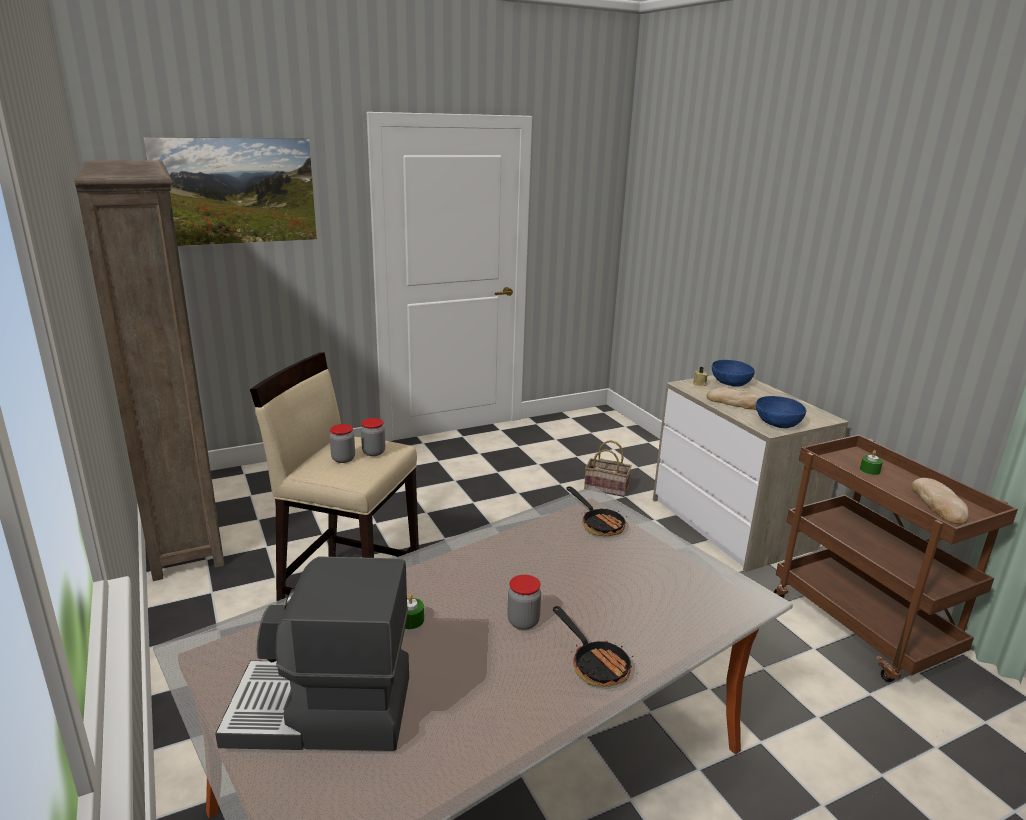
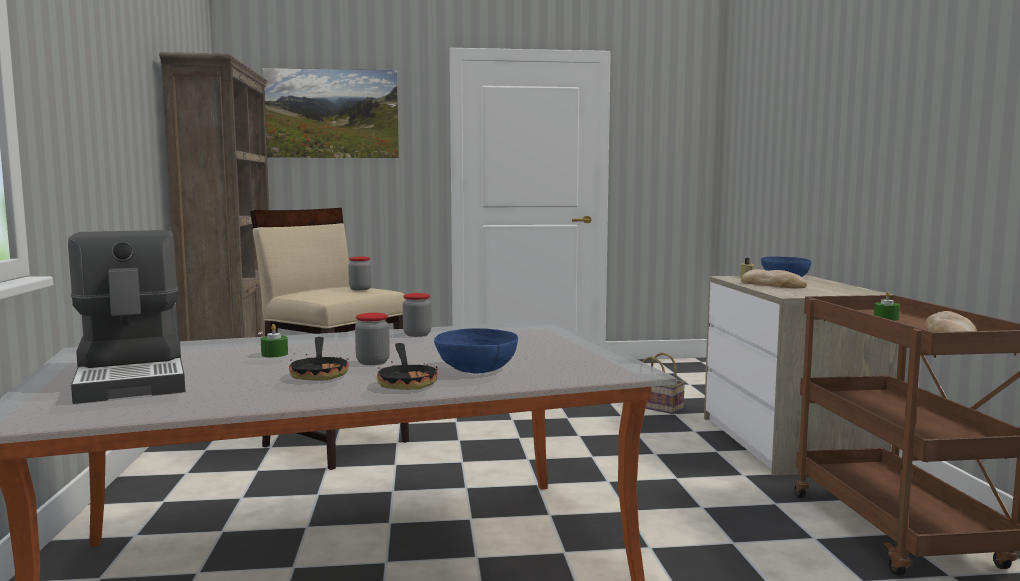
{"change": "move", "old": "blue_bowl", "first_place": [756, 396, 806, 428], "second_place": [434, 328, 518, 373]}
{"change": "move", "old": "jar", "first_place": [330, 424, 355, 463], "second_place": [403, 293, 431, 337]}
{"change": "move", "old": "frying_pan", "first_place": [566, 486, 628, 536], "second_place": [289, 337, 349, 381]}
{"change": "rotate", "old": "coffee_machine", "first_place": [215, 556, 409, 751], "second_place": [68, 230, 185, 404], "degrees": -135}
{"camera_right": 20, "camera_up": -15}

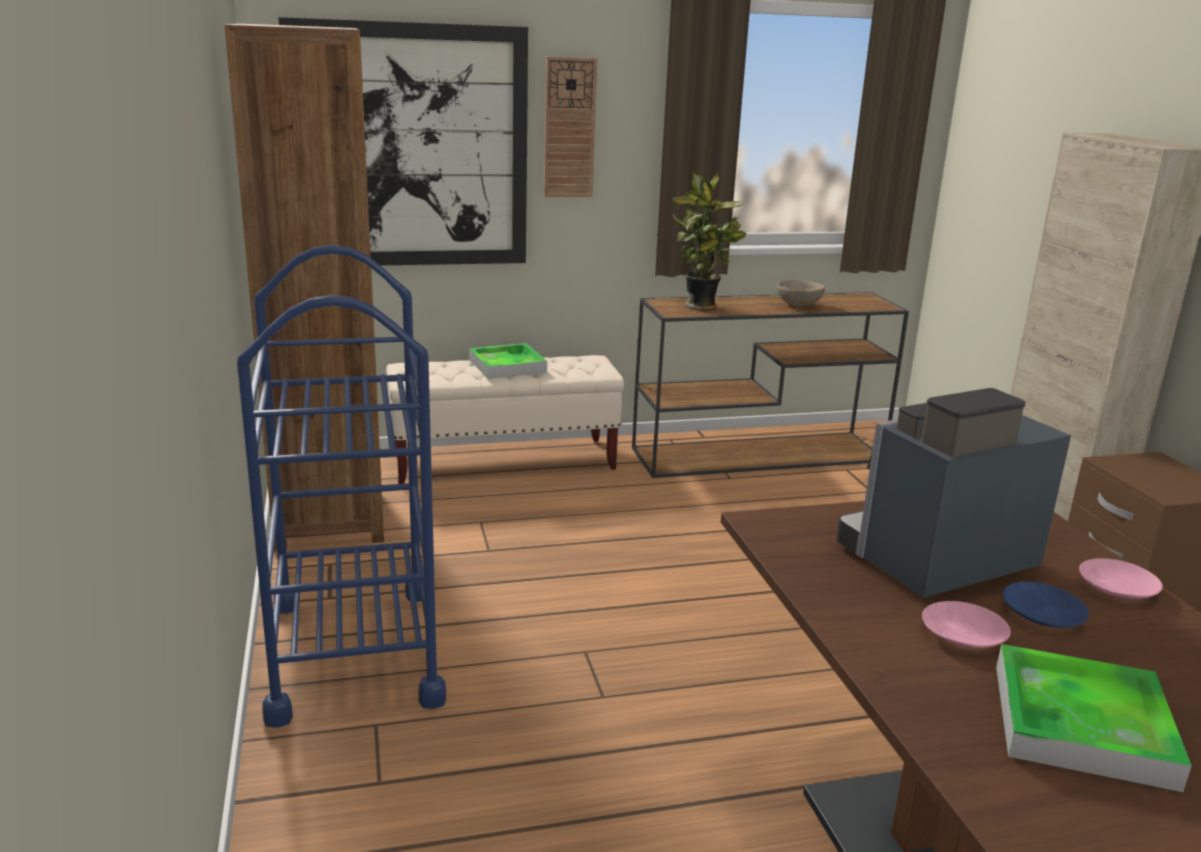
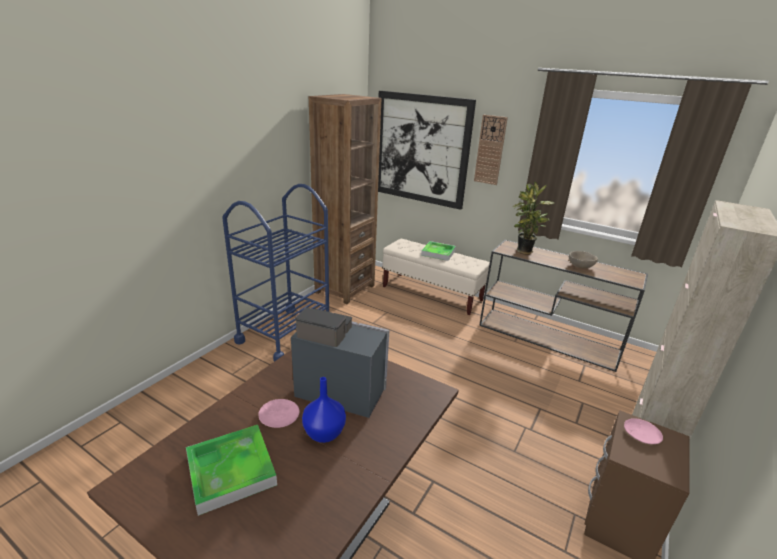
{"change": "move", "old": "pink_plate", "first_place": [1079, 558, 1163, 599], "second_place": [624, 418, 663, 444]}
{"change": "replace", "old": "blue_plate", "new": "blue_vase", "first_place": [1003, 582, 1089, 628], "second_place": [302, 377, 346, 443]}
{"camera_right": 45, "camera_up": 5}

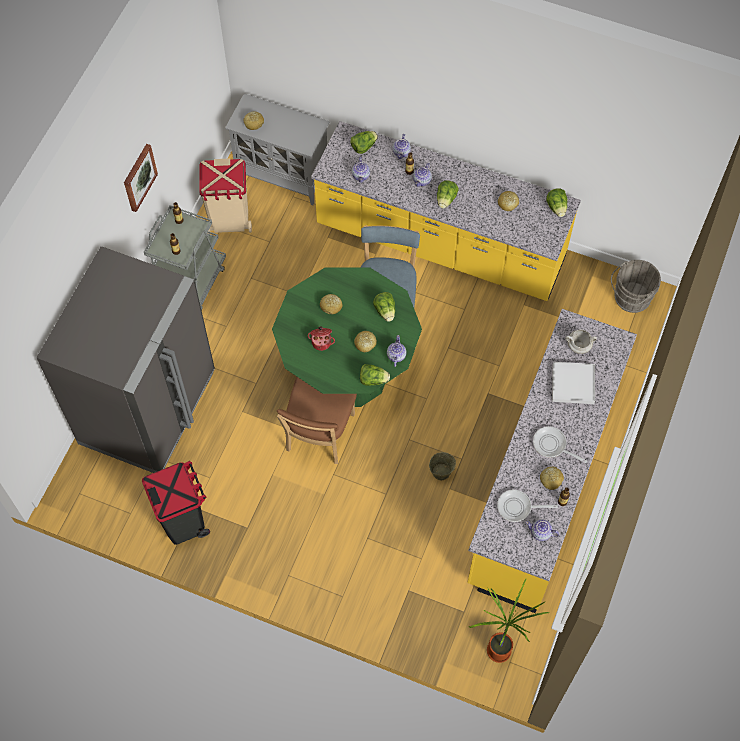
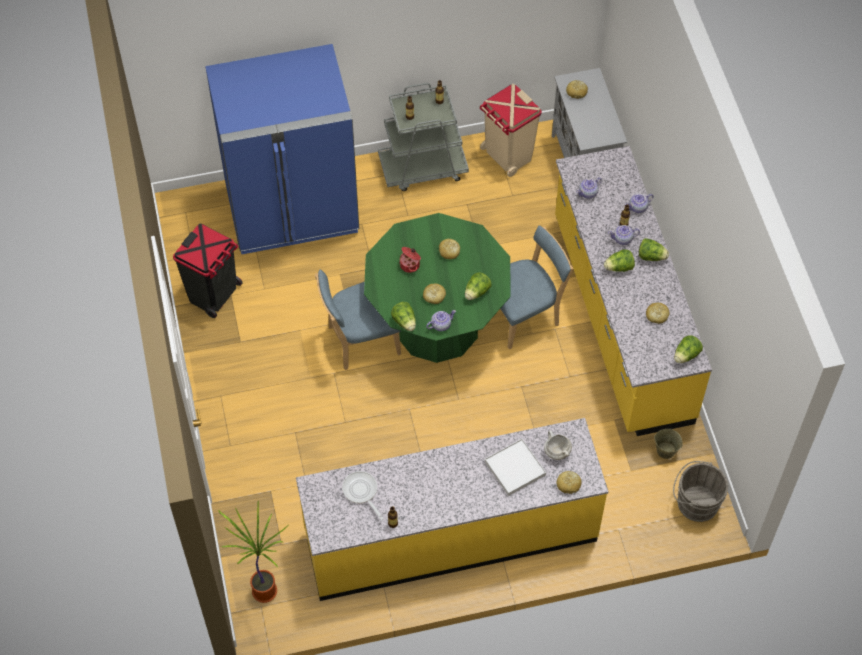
{"change": "move", "old": "lettuce", "first_place": [350, 131, 378, 154], "second_place": [639, 238, 669, 261]}
{"change": "delete", "old": "picture", "first_place": [124, 144, 158, 212]}
{"change": "recolor", "old": "grey_fridge", "new": "blue_fridge", "first_place": [36, 246, 215, 473], "second_place": [205, 44, 359, 255]}
{"change": "recolor", "old": "brown_chair", "new": "blue_chair", "first_place": [277, 377, 357, 464], "second_place": [315, 269, 401, 370]}
{"change": "delete", "old": "frying_pan", "first_place": [533, 426, 587, 463]}
{"change": "move", "old": "beige_bucket", "first_place": [429, 452, 456, 480], "second_place": [654, 428, 683, 459]}
{"change": "move", "old": "bread", "first_place": [540, 467, 564, 490], "second_place": [557, 471, 581, 494]}
{"change": "delete", "old": "teapot", "first_place": [526, 519, 559, 541]}
{"camera_right": 55, "camera_up": -5}

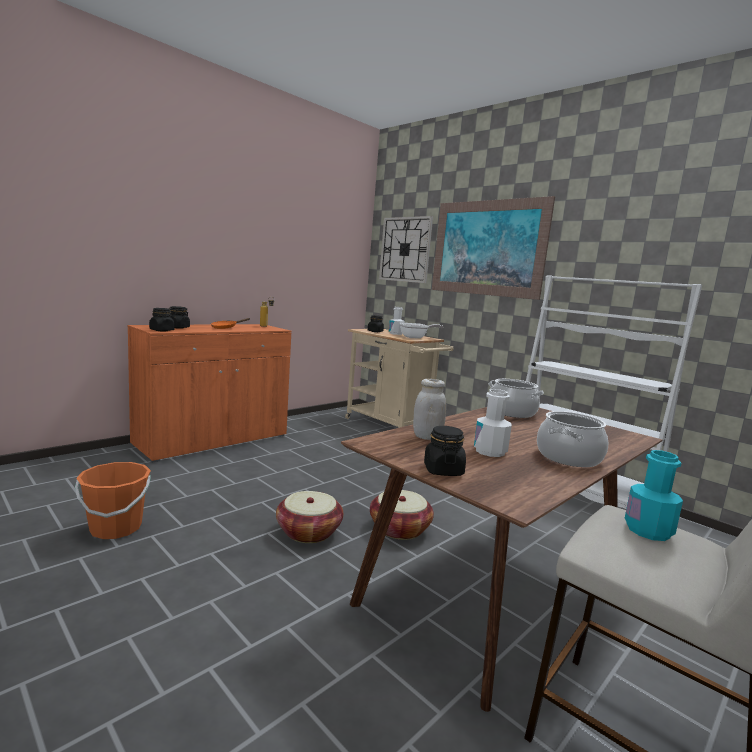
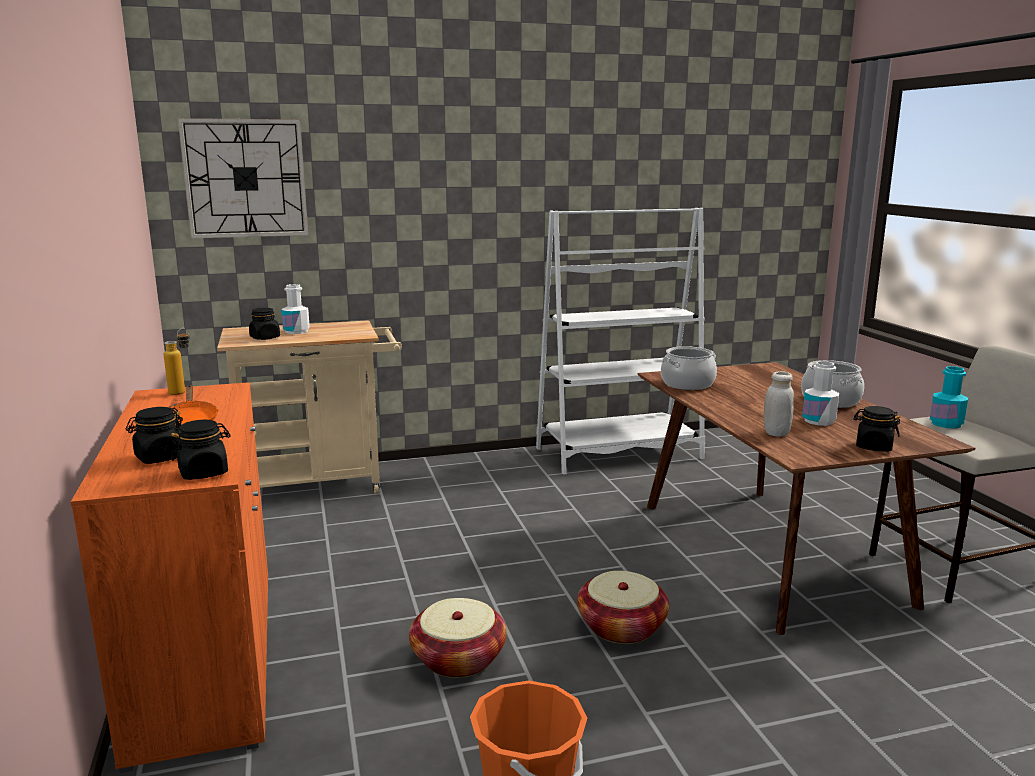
{"change": "delete", "old": "picture", "first_place": [432, 196, 555, 300]}
{"change": "delete", "old": "frying_pan", "first_place": [399, 323, 443, 339]}
{"change": "move", "old": "basket", "first_place": [370, 490, 434, 540], "second_place": [409, 598, 507, 678]}
{"camera_right": -60, "camera_up": 5}

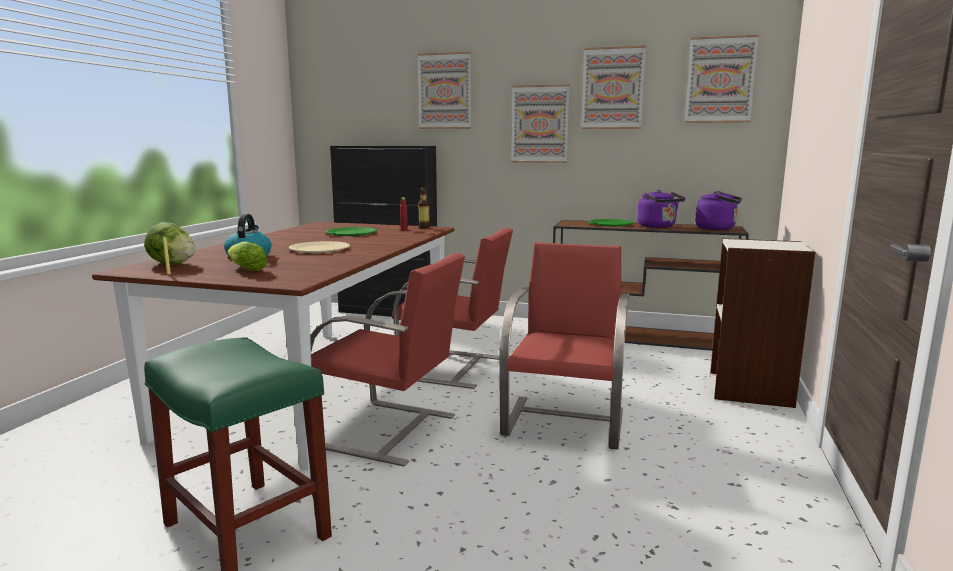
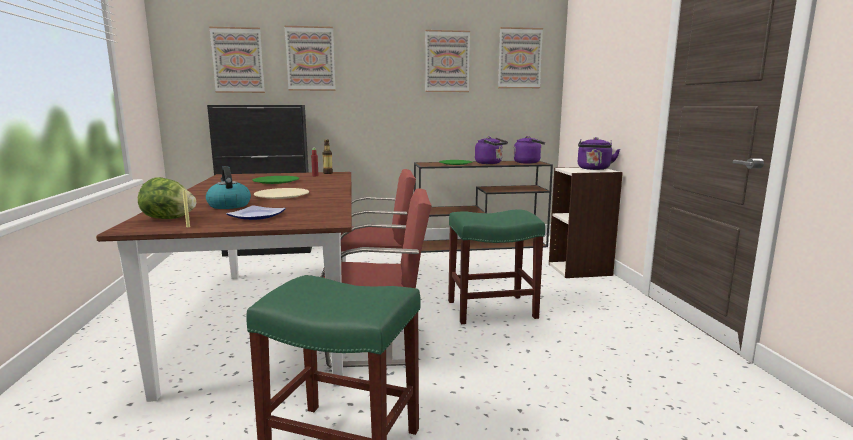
{"change": "move", "old": "picture", "first_place": [511, 84, 570, 163], "second_place": [209, 27, 265, 93]}
{"change": "replace", "old": "lettuce", "new": "plate", "first_place": [227, 242, 268, 271], "second_place": [226, 205, 286, 220]}
{"change": "replace", "old": "red_chair", "new": "green_stool", "first_place": [499, 242, 629, 450], "second_place": [448, 210, 545, 324]}
{"change": "insert", "new": "purple_kettle", "second_place": [578, 137, 620, 170]}
{"camera_right": -25, "camera_up": 0}

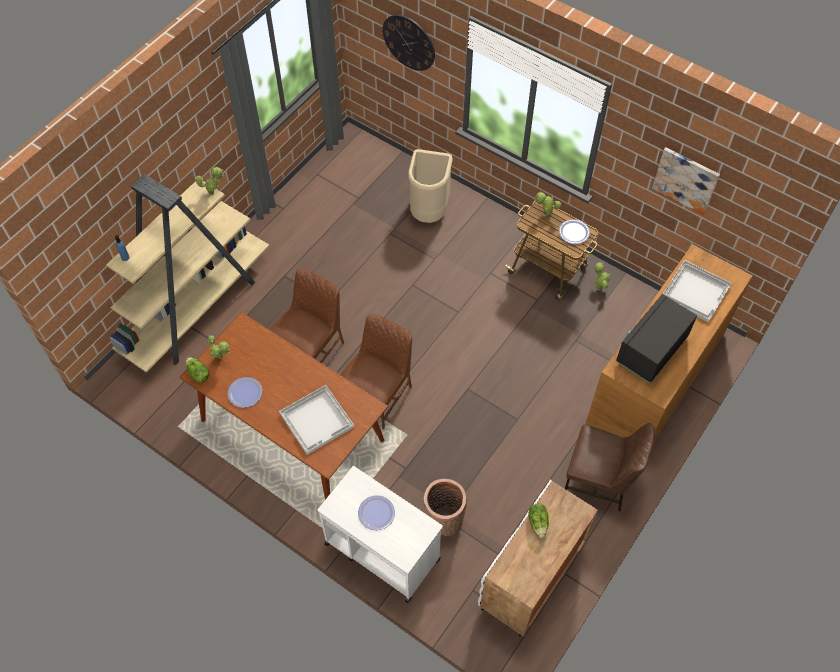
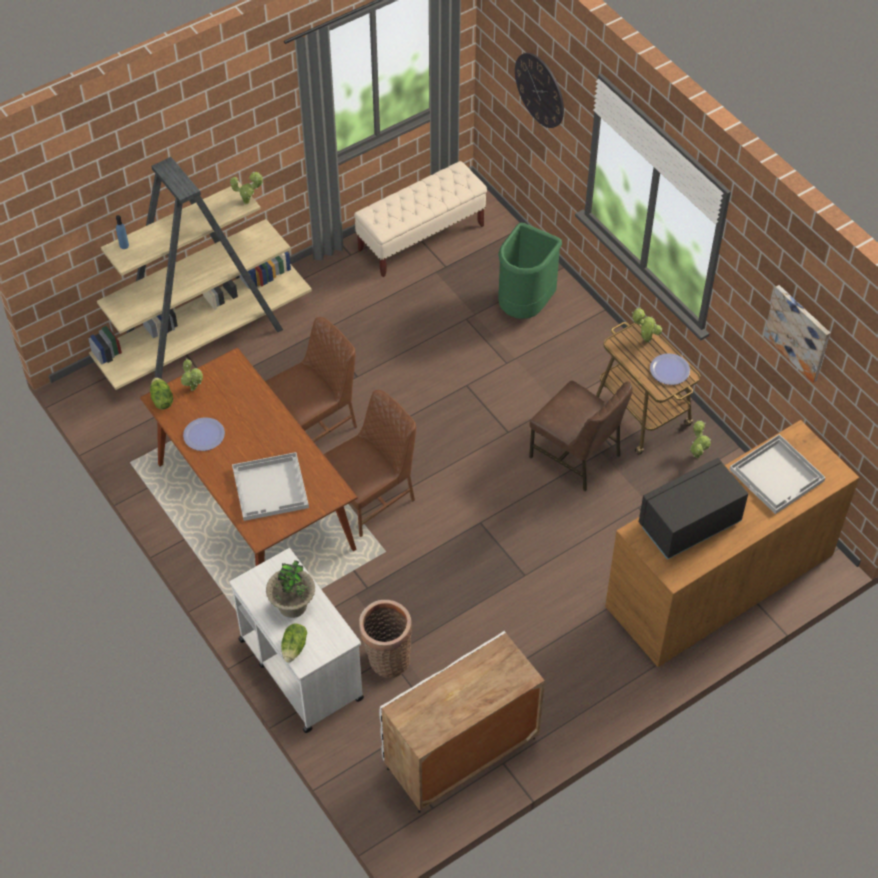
{"change": "recolor", "old": "beige_trash_can", "new": "green_trash_can", "first_place": [408, 149, 453, 223], "second_place": [498, 223, 562, 319]}
{"change": "move", "old": "brown_chair", "first_place": [565, 423, 655, 511], "second_place": [529, 380, 633, 492]}
{"change": "replace", "old": "plate", "new": "potted_plant", "first_place": [358, 495, 395, 530], "second_place": [266, 560, 315, 618]}
{"change": "move", "old": "lettuce", "first_place": [529, 504, 549, 538], "second_place": [281, 624, 307, 663]}
{"change": "insert", "new": "beige_bench", "second_place": [354, 161, 487, 277]}
{"camera_right": 20, "camera_up": -5}

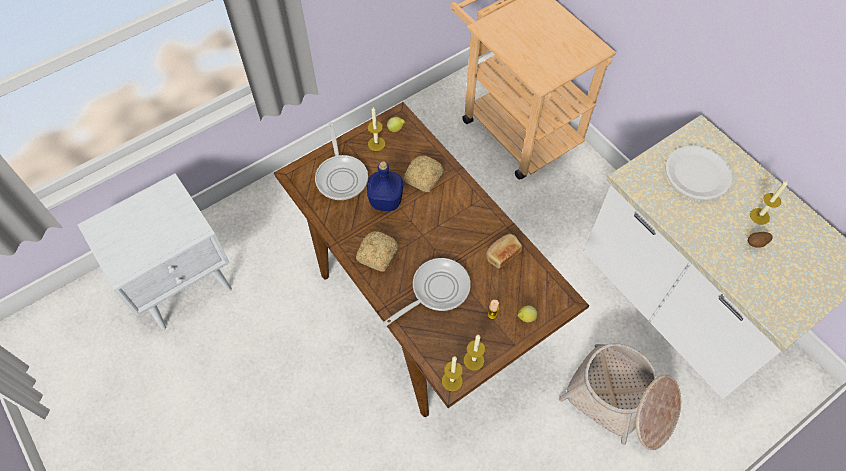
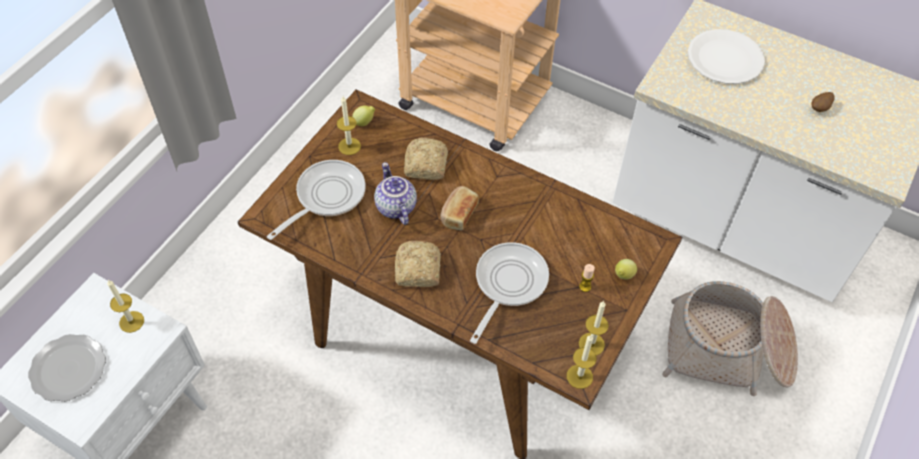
{"change": "rotate", "old": "frying_pan", "first_place": [315, 122, 368, 200], "second_place": [267, 160, 366, 240], "degrees": -105}
{"change": "replace", "old": "blue_bottle", "new": "teapot", "first_place": [367, 161, 403, 211], "second_place": [374, 162, 417, 225]}
{"change": "move", "old": "candle", "first_place": [750, 181, 788, 225], "second_place": [107, 280, 144, 333]}
{"change": "move", "old": "bread", "first_place": [486, 234, 522, 268], "second_place": [440, 186, 479, 230]}
{"change": "insert", "new": "plate", "second_place": [28, 334, 106, 402]}
{"camera_right": -25, "camera_up": -5}

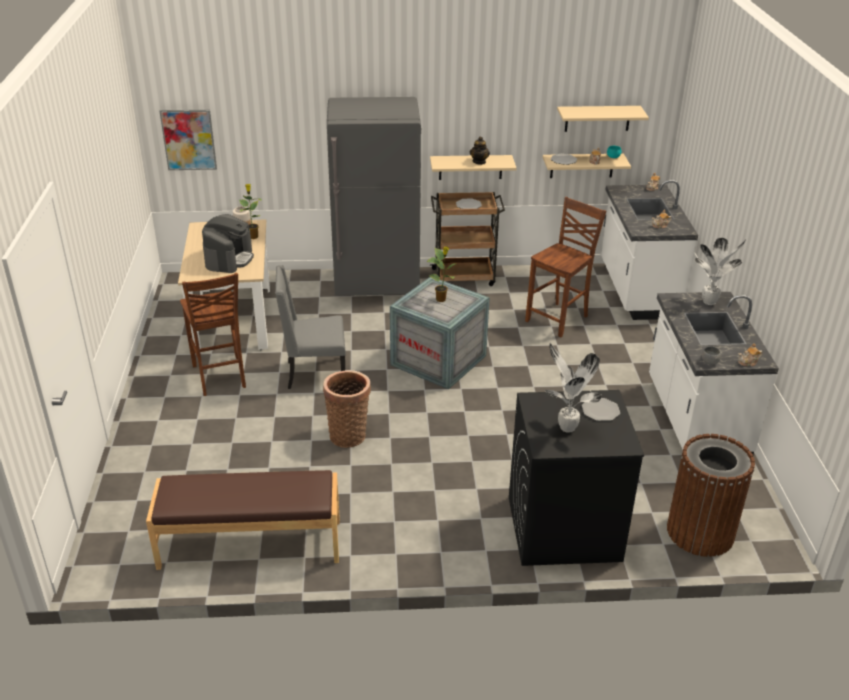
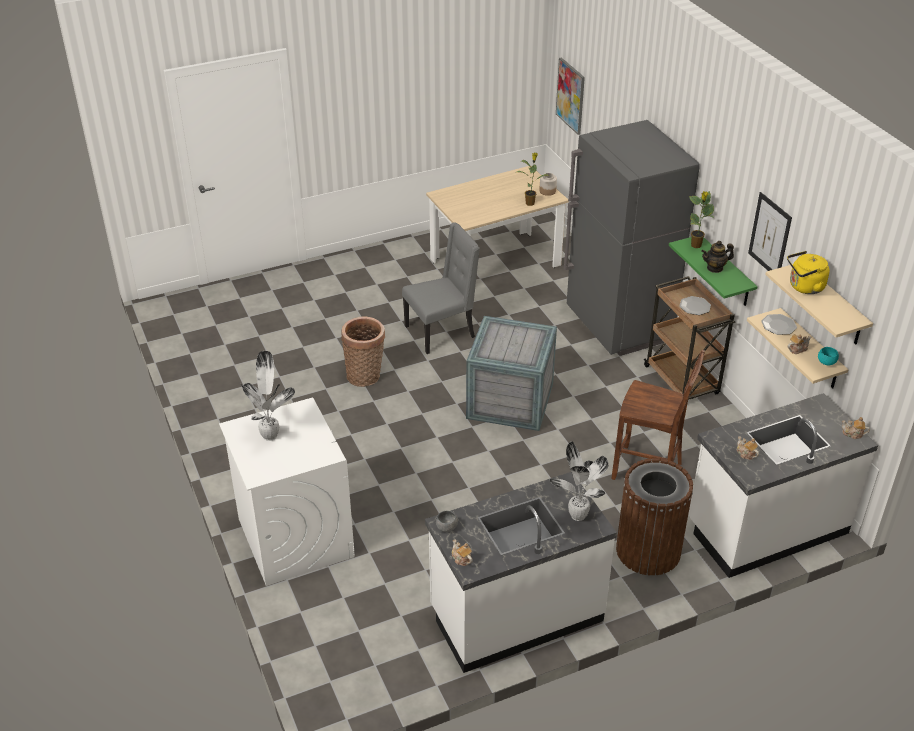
{"change": "recolor", "old": "beige_shelf", "new": "green_shelf", "first_place": [430, 155, 517, 180], "second_place": [669, 237, 758, 306]}
{"change": "delete", "old": "coffee_machine", "first_place": [202, 214, 254, 273]}
{"change": "move", "old": "potted_plant", "first_place": [427, 247, 455, 302], "second_place": [689, 191, 714, 248]}
{"change": "rotate", "old": "grey_chair", "first_place": [275, 265, 346, 389], "second_place": [402, 222, 480, 354], "degrees": 90}
{"change": "delete", "old": "brown_chair", "first_place": [180, 273, 246, 396]}
{"change": "recolor", "old": "black_washing_machine", "new": "white_washing_machine", "first_place": [509, 390, 644, 566], "second_place": [219, 398, 355, 586]}
{"change": "delete", "old": "plate", "first_place": [582, 398, 620, 421]}
{"change": "move", "old": "brown_trash_can", "first_place": [667, 434, 755, 557], "second_place": [616, 458, 693, 576]}
{"change": "delete", "old": "brown_bench", "first_place": [146, 470, 340, 570]}
{"change": "insert", "new": "picture", "second_place": [748, 192, 792, 271]}
{"change": "insert", "new": "yellow_kettle", "second_place": [787, 251, 830, 294]}
{"camera_right": 70, "camera_up": 5}

